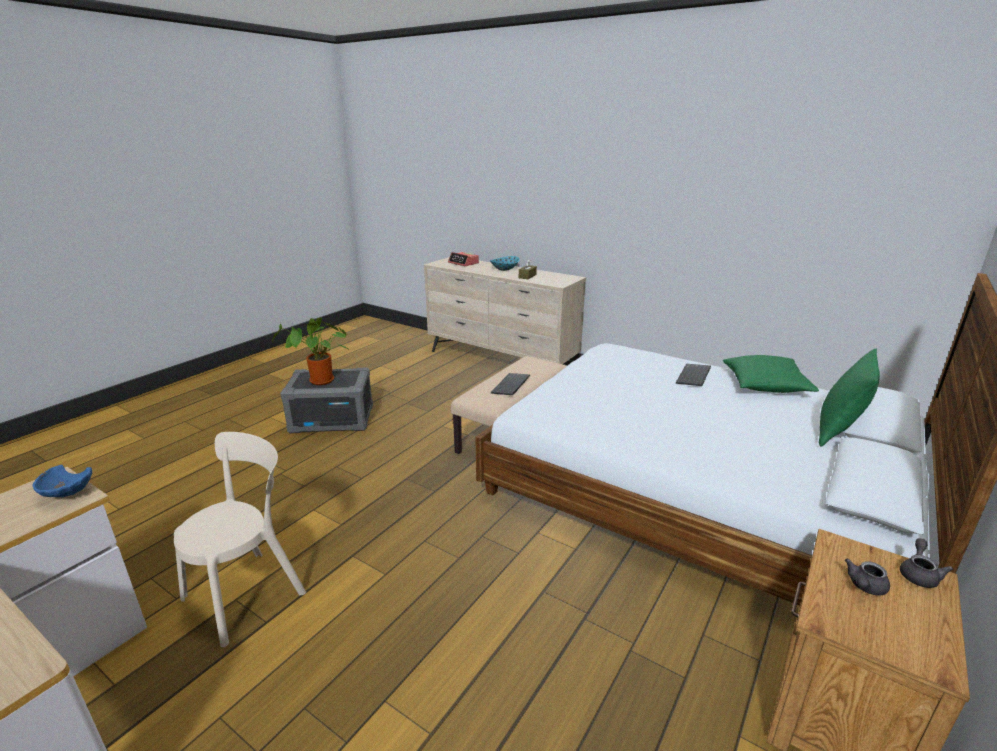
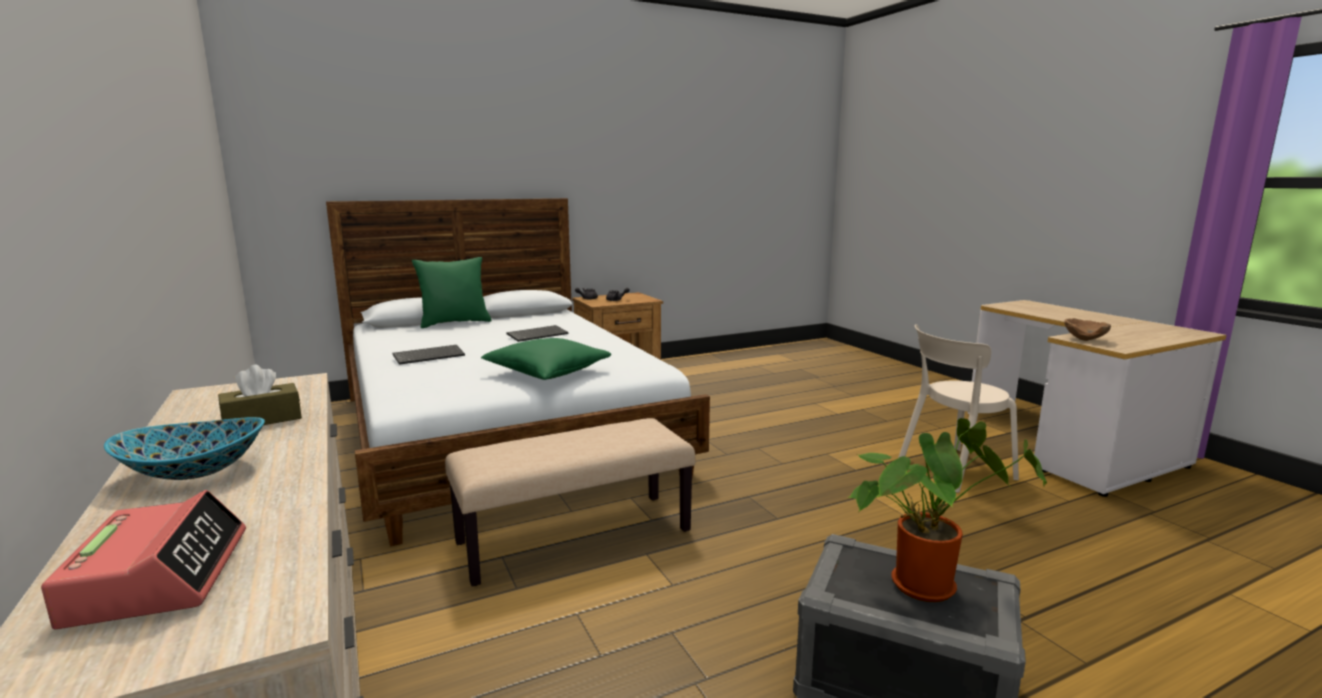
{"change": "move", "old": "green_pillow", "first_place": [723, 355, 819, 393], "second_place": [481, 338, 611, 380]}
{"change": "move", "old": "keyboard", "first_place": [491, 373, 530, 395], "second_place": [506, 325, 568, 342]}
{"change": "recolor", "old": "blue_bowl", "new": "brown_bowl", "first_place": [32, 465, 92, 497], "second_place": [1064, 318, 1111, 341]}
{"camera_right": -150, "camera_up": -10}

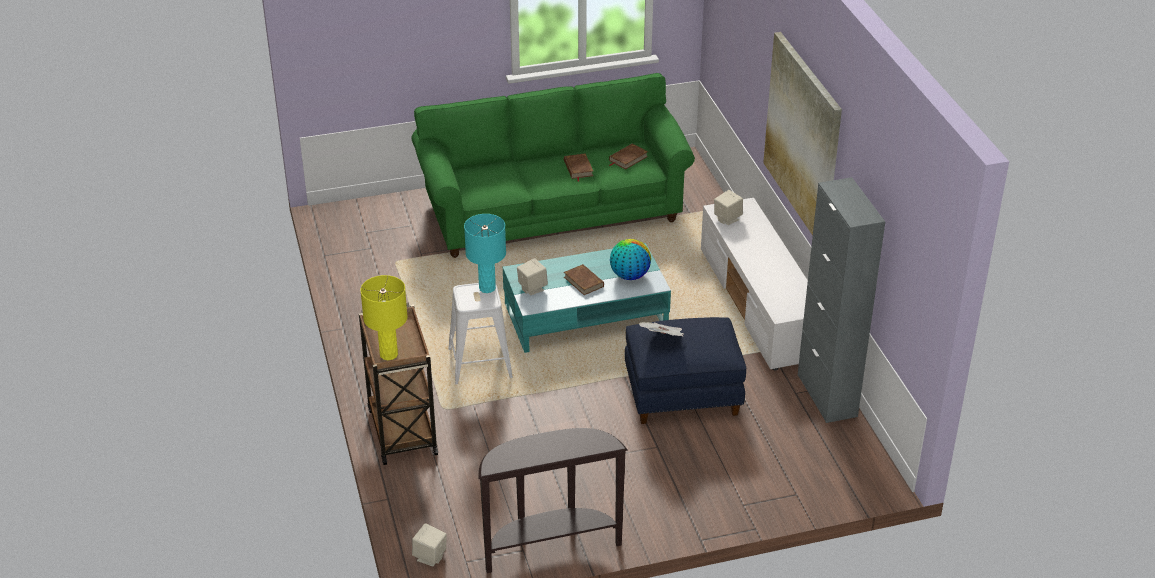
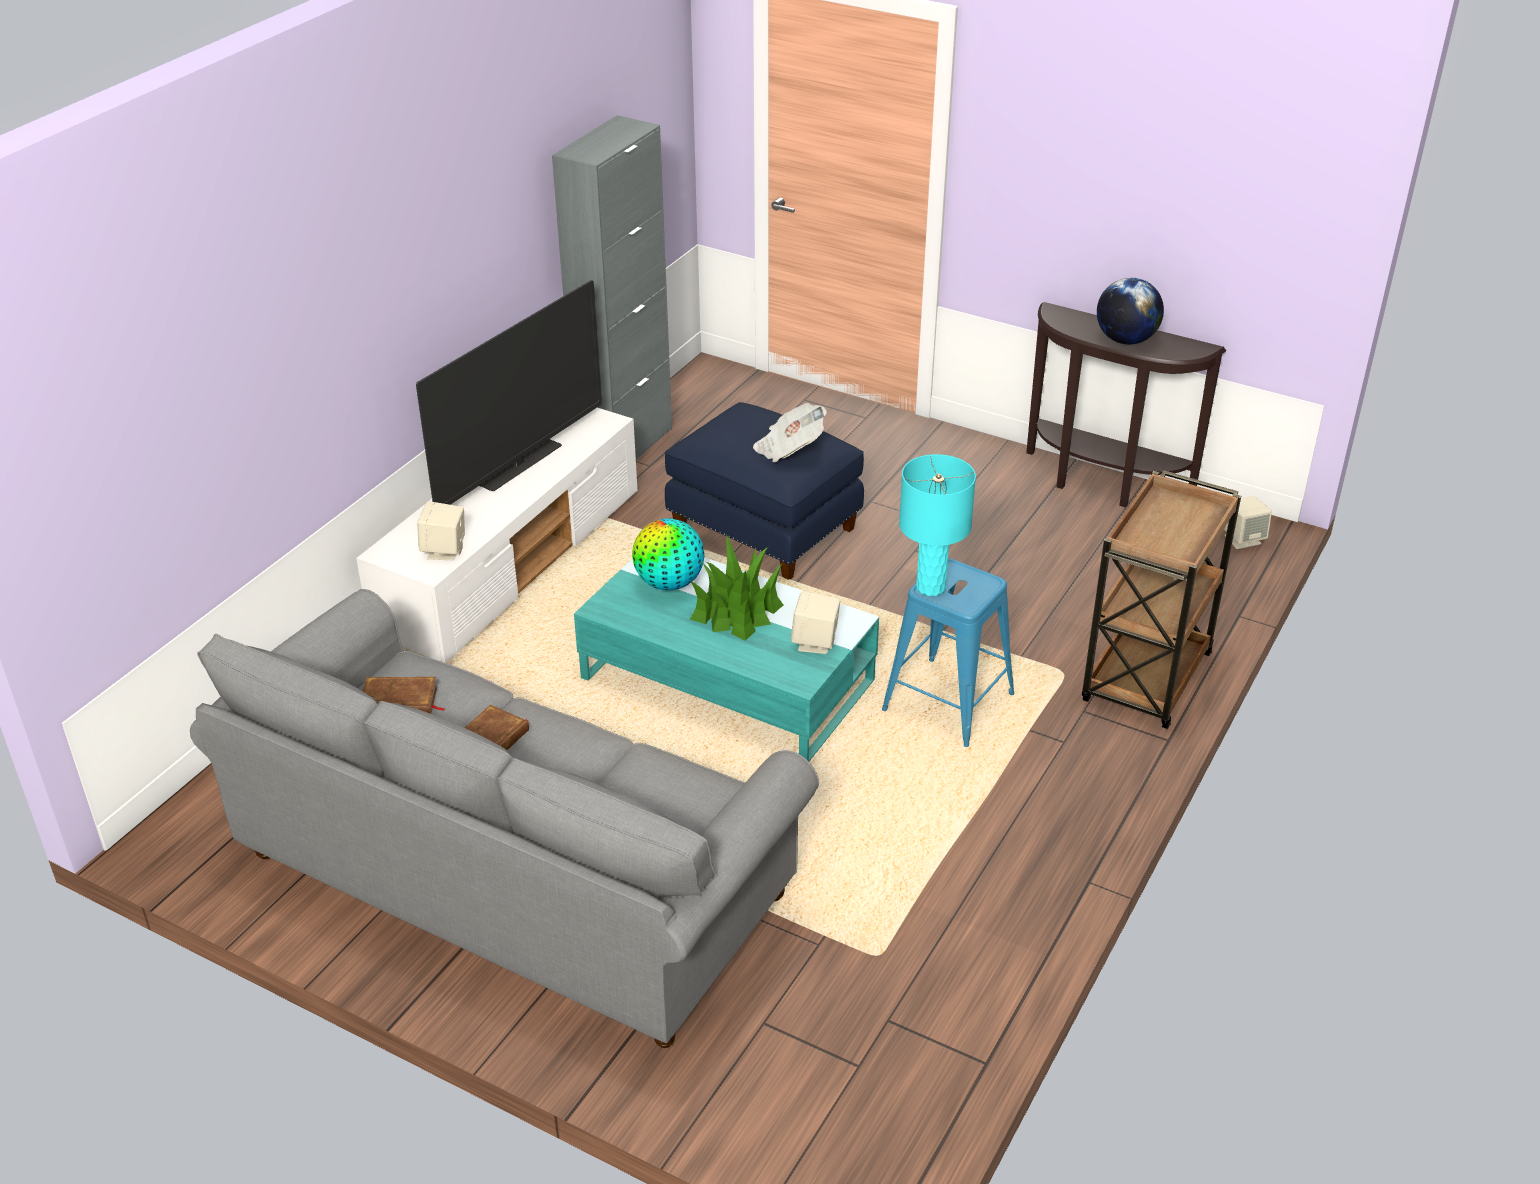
{"change": "delete", "old": "picture", "first_place": [763, 32, 842, 235]}
{"change": "recolor", "old": "green_sofa", "new": "grey_sofa", "first_place": [411, 73, 695, 258], "second_place": [190, 589, 819, 1048]}
{"change": "replace", "old": "brown_book", "new": "potted_plant", "first_place": [564, 264, 604, 295], "second_place": [690, 534, 783, 641]}
{"change": "delete", "old": "yellow_table_lamp", "first_place": [360, 275, 407, 360]}
{"change": "recolor", "old": "white_stool", "new": "blue_stool", "first_place": [449, 283, 513, 385], "second_place": [882, 558, 1014, 747]}
{"change": "insert", "new": "globe", "second_place": [1097, 278, 1164, 344]}
{"change": "insert", "new": "television", "second_place": [416, 280, 602, 505]}
{"camera_right": -135, "camera_up": 0}

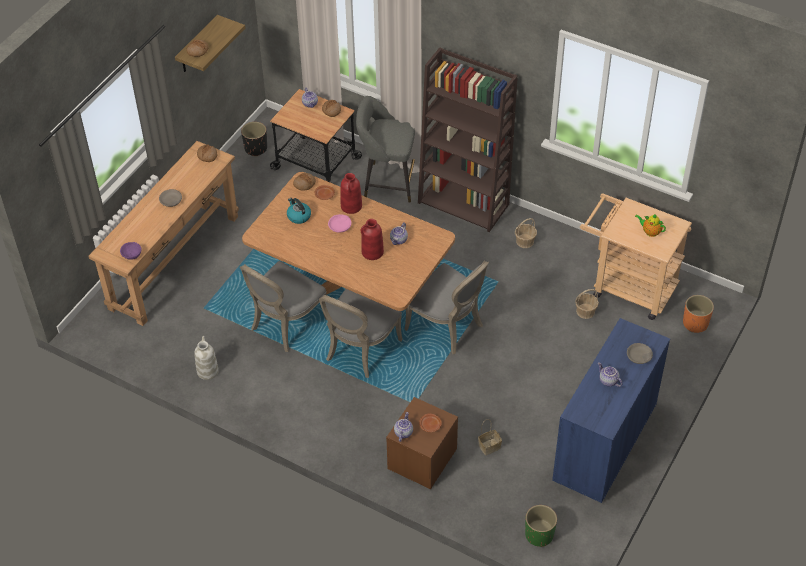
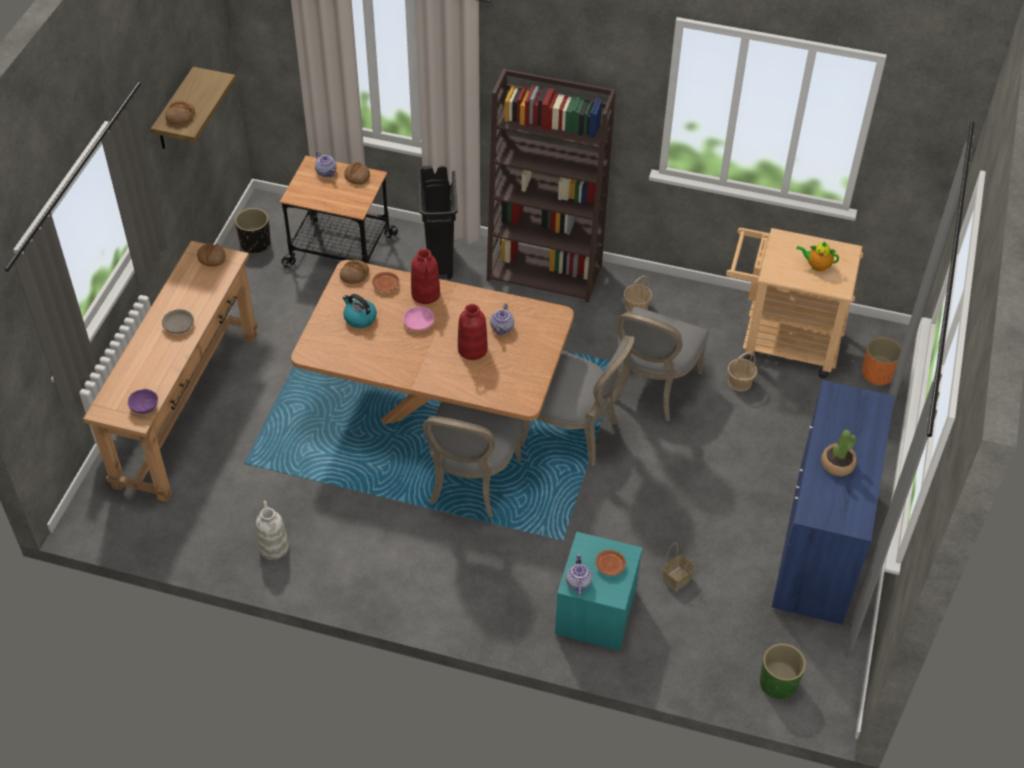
{"change": "replace", "old": "grey_stool", "new": "black_trash_can", "first_place": [356, 96, 415, 203], "second_place": [418, 166, 458, 279]}
{"change": "move", "old": "grey_chair", "first_place": [240, 261, 327, 352], "second_place": [613, 307, 709, 421]}
{"change": "delete", "old": "grey_bowl", "first_place": [627, 343, 653, 364]}
{"change": "replace", "old": "teapot", "new": "potted_plant", "first_place": [598, 362, 622, 387], "second_place": [821, 430, 857, 476]}
{"change": "recolor", "old": "brown_nightstand", "new": "turquoise_nightstand", "first_place": [386, 397, 458, 489], "second_place": [555, 532, 642, 651]}
{"camera_right": -15, "camera_up": 0}

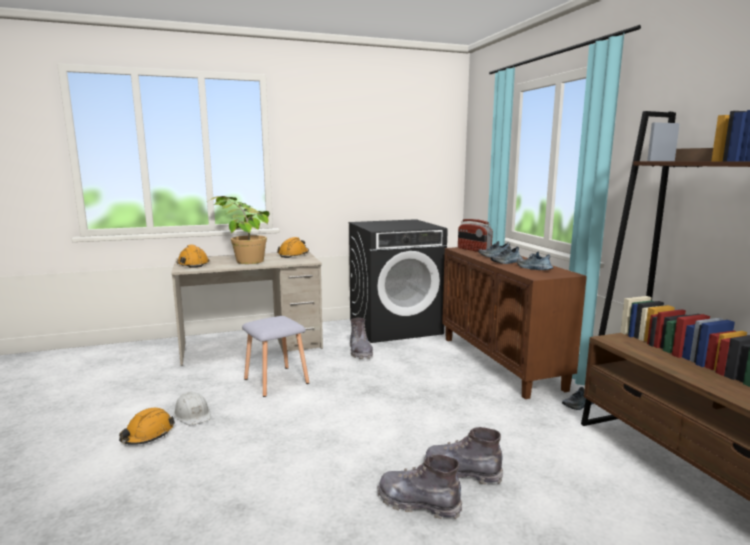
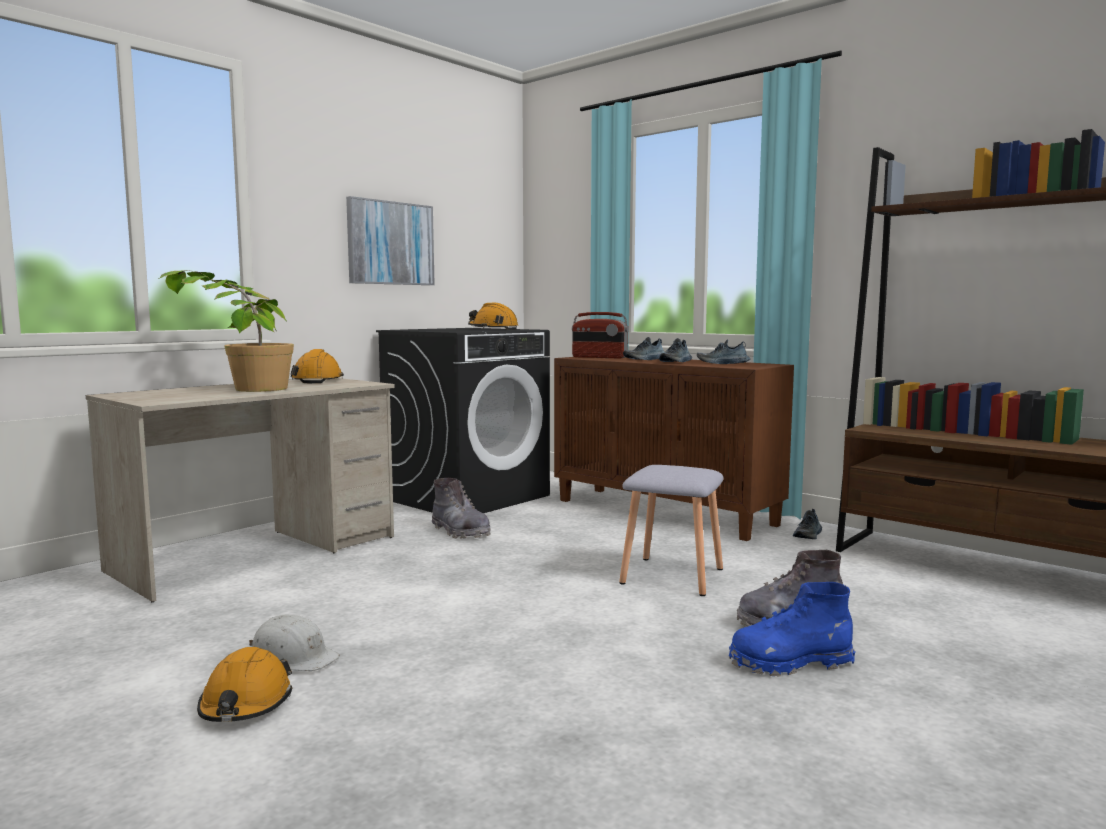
{"change": "move", "old": "orange_hard_hat", "first_place": [176, 245, 210, 268], "second_place": [468, 303, 519, 330]}
{"change": "move", "old": "grey_stool", "first_place": [242, 316, 309, 397], "second_place": [619, 465, 724, 596]}
{"change": "recolor", "old": "grey_boot", "new": "blue_boot", "first_place": [377, 454, 462, 519], "second_place": [729, 582, 855, 677]}
{"change": "insert", "new": "picture", "second_place": [346, 196, 435, 285]}
{"camera_right": -30, "camera_up": -5}

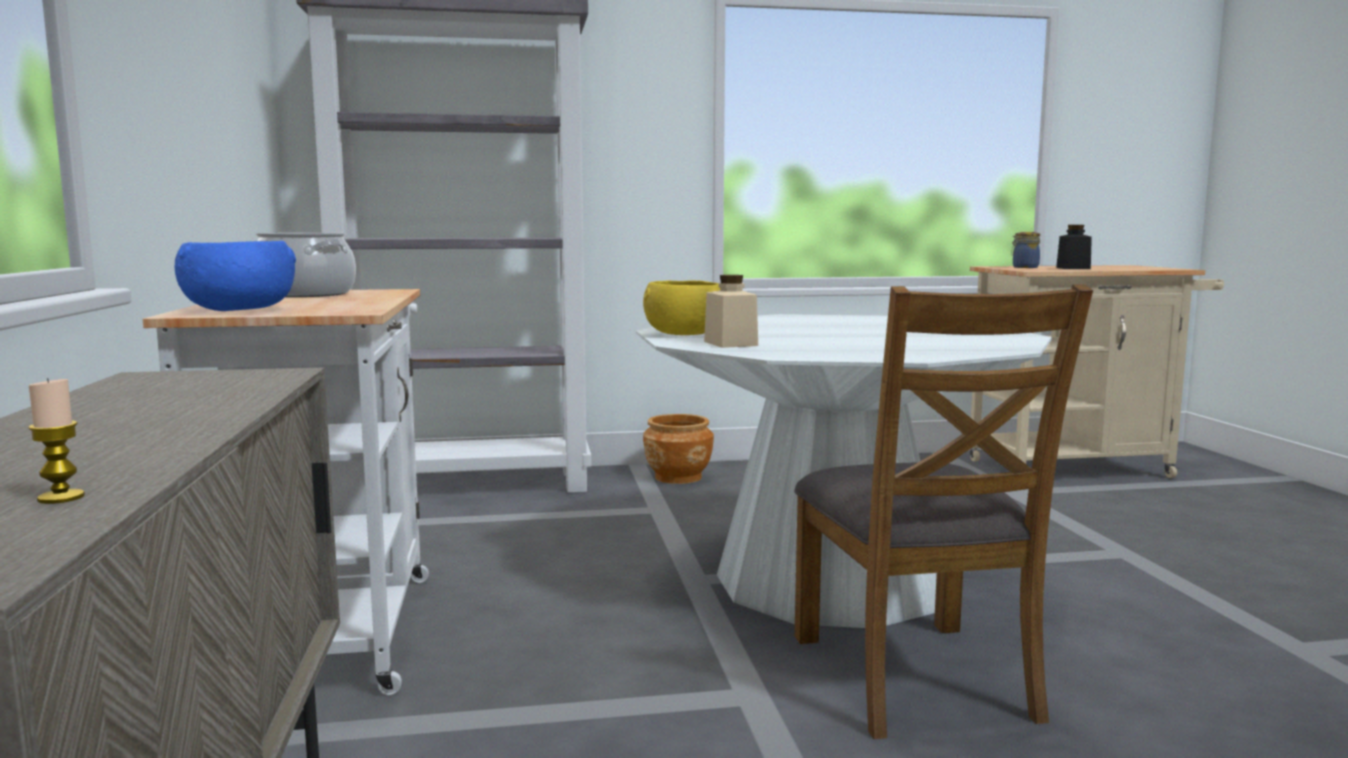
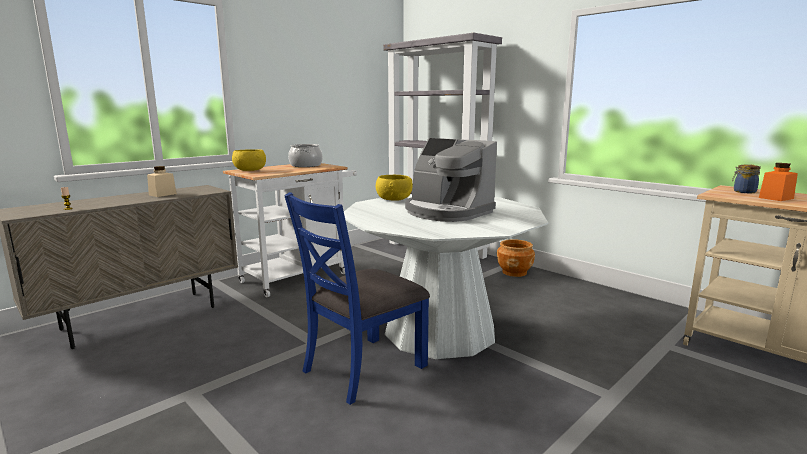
{"change": "recolor", "old": "black_jar", "new": "orange_jar", "first_place": [1056, 225, 1092, 269], "second_place": [759, 163, 798, 201]}
{"change": "recolor", "old": "blue_bowl", "new": "yellow_bowl", "first_place": [175, 241, 296, 311], "second_place": [232, 149, 266, 171]}
{"change": "move", "old": "beige_jar", "first_place": [704, 275, 758, 348], "second_place": [147, 166, 177, 197]}
{"change": "recolor", "old": "brown_chair", "new": "blue_chair", "first_place": [794, 284, 1093, 739], "second_place": [284, 192, 430, 405]}
{"change": "insert", "new": "coffee_machine", "second_place": [405, 138, 497, 222]}
{"camera_right": 55, "camera_up": 5}

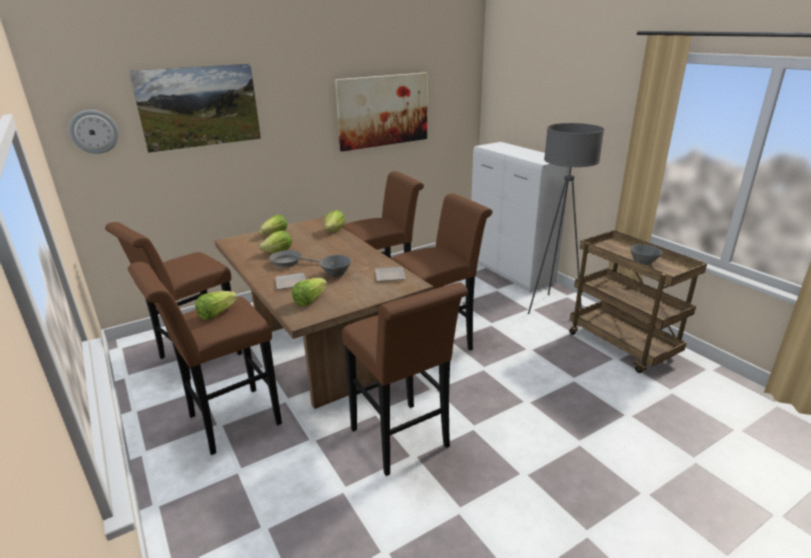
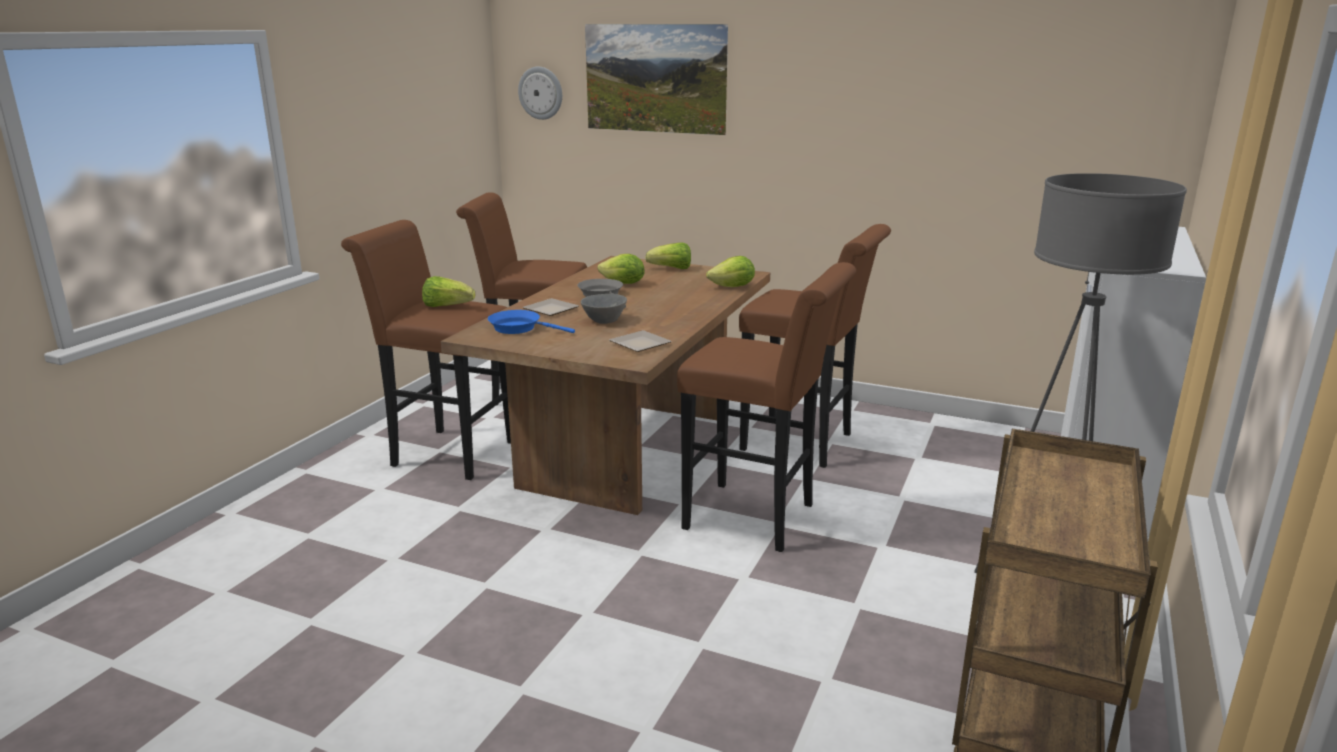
{"change": "delete", "old": "picture", "first_place": [335, 73, 427, 152]}
{"change": "delete", "old": "grey_bowl", "first_place": [630, 244, 662, 265]}
{"change": "replace", "old": "lettuce", "new": "blue_frying_pan", "first_place": [292, 278, 327, 306], "second_place": [488, 310, 575, 334]}
{"change": "delete", "old": "brown_stool", "first_place": [342, 282, 468, 476]}
{"camera_right": 55, "camera_up": -5}

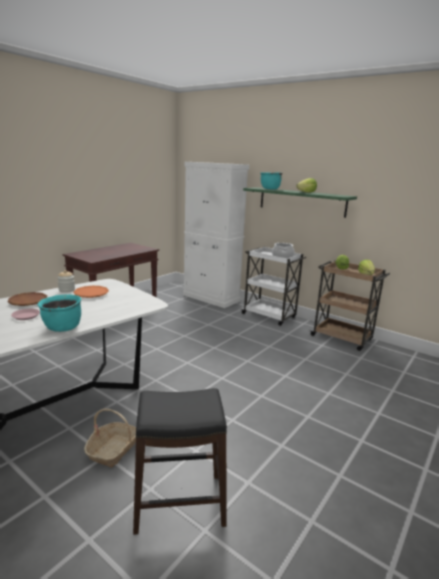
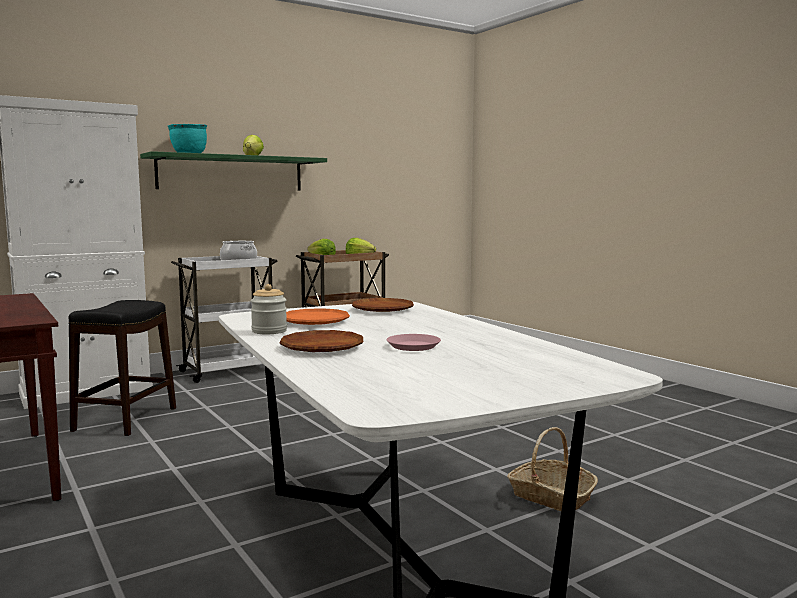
{"change": "delete", "old": "turquoise_cooking_pot", "first_place": [38, 294, 81, 332]}
{"change": "move", "old": "black_stool", "first_place": [133, 388, 227, 535], "second_place": [68, 300, 176, 436]}
{"change": "insert", "new": "brown_plate", "second_place": [352, 298, 414, 312]}
{"camera_right": -70, "camera_up": -10}

